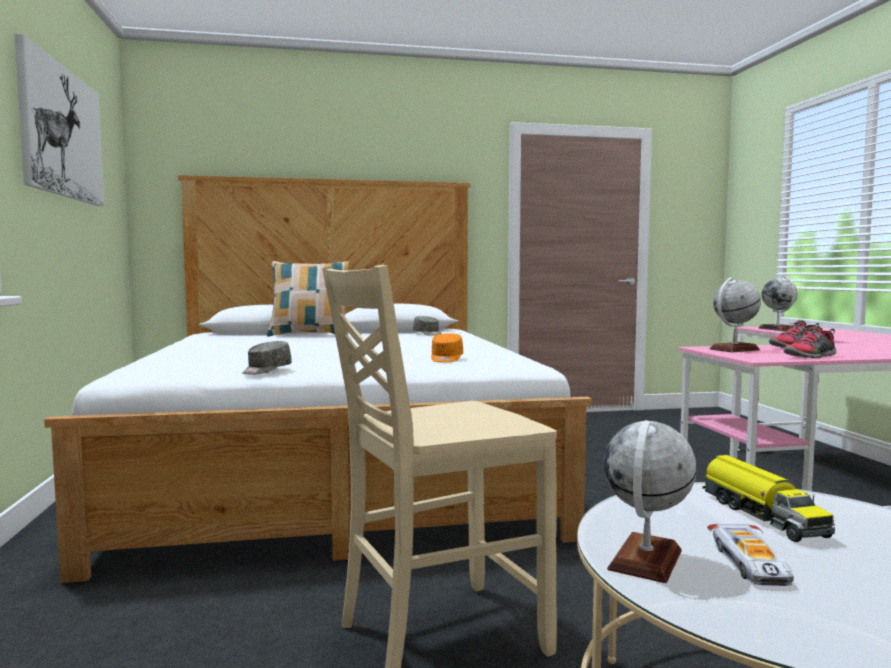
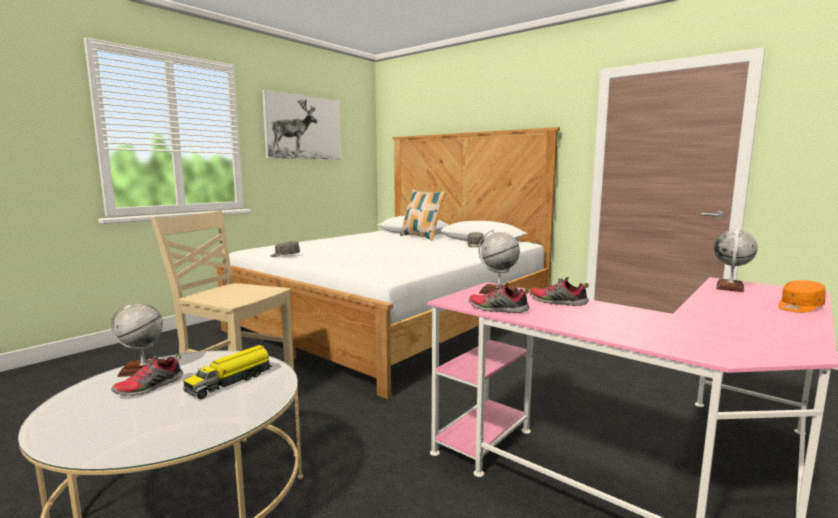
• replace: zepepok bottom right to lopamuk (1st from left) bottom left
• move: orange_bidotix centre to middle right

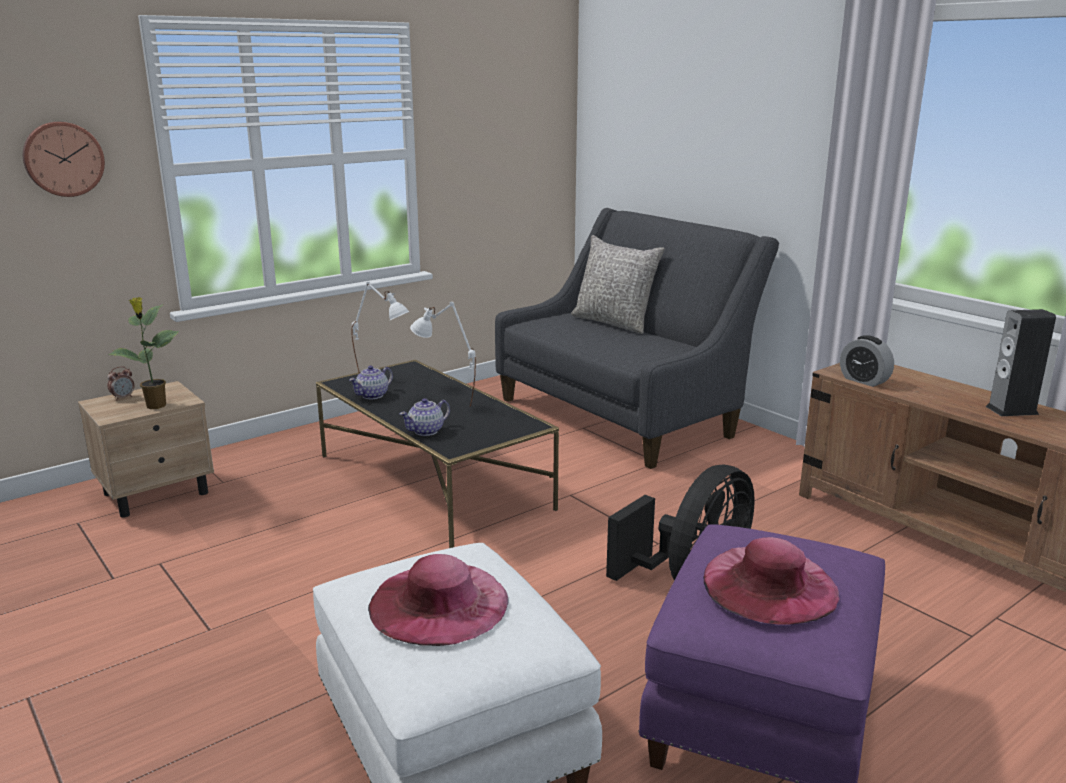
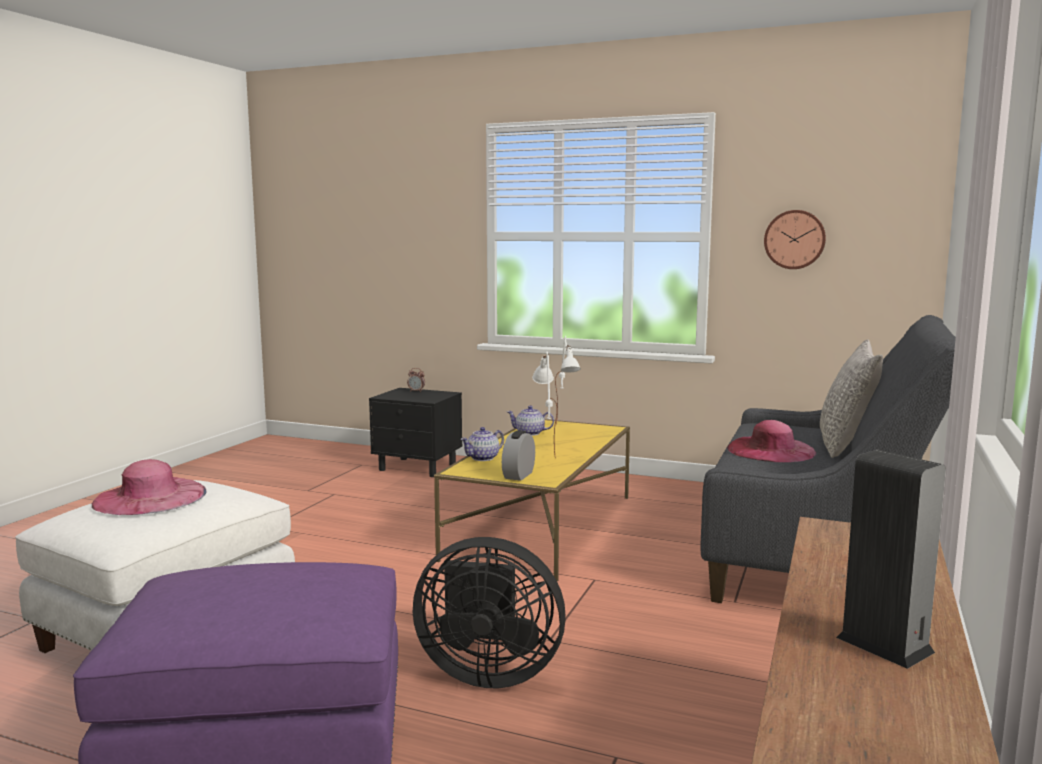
• recolor: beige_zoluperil middle left to black_zoluperil centre
• recolor: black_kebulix centre to yellow_kebulix centre
• rotate: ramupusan (2nd from left in the first image) centre = centre 60 degrees counterclockwise
• move: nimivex (2nd from left) middle right to centre
• move: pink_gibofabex (2nd from left) bottom right to middle right
• move: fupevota top left to top right
• delete: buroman middle left

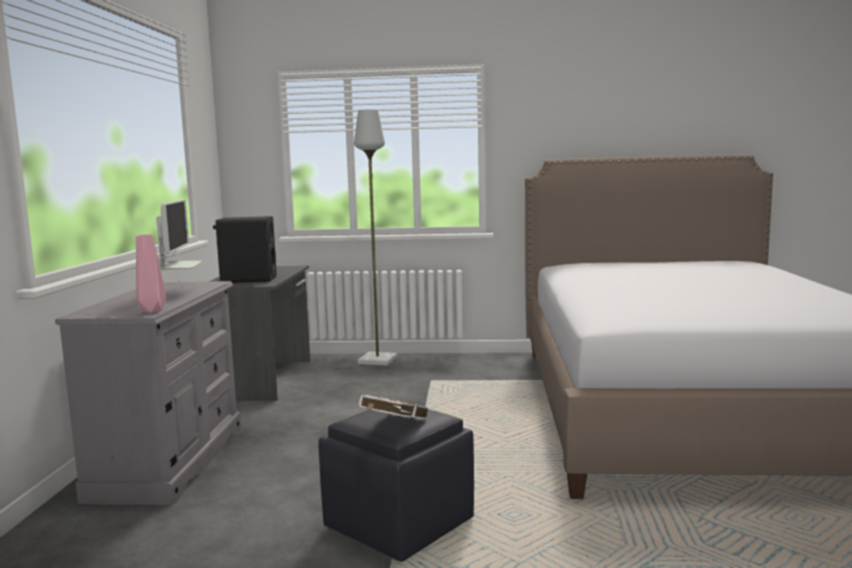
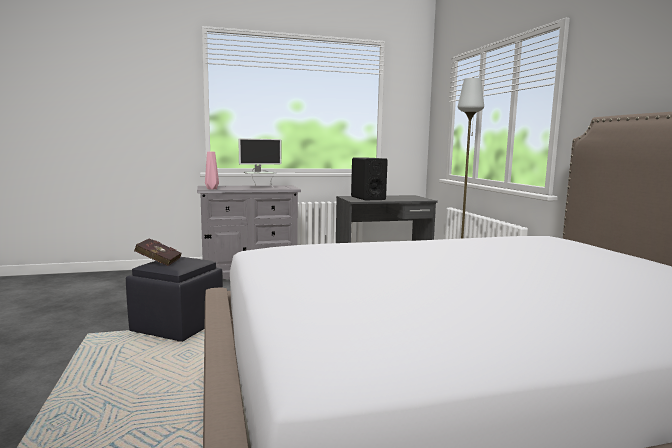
• recolor: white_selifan bottom centre to red_selifan middle left

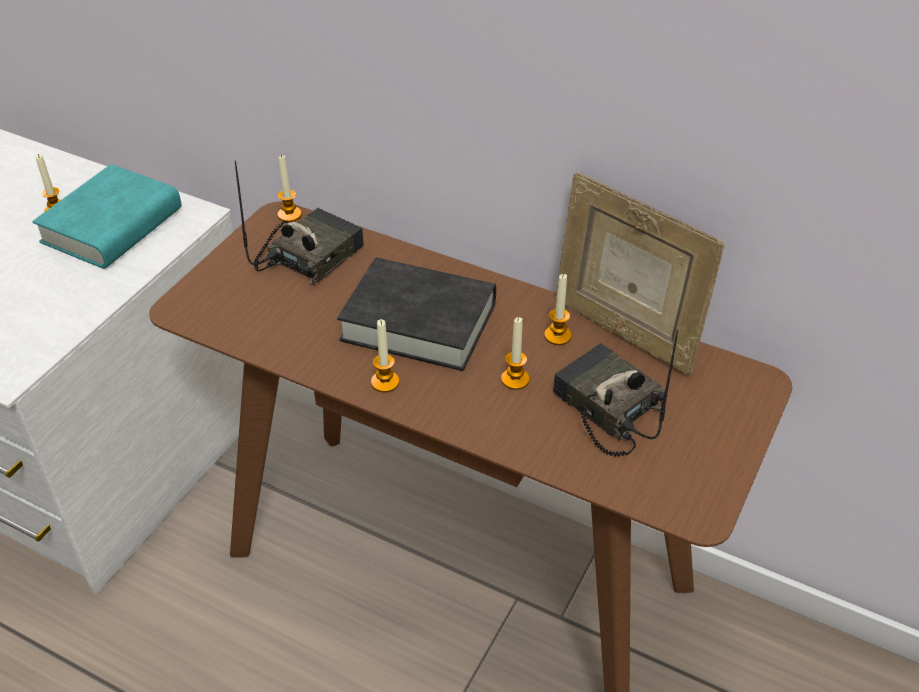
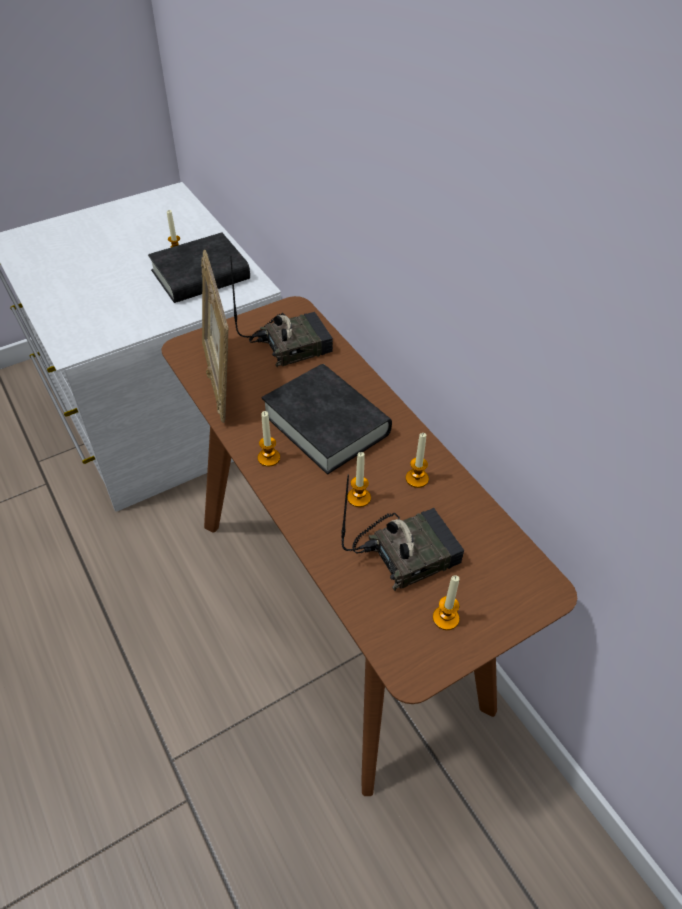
• recolor: turquoise_selifan top left to black_selifan (1st from left) top left
• move: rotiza middle right to middle left
• rotate: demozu (2nd from left) middle right = centre 75 degrees clockwise
• move: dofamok (2nd from left in the first image) top left to dofamok (5th from left) centre

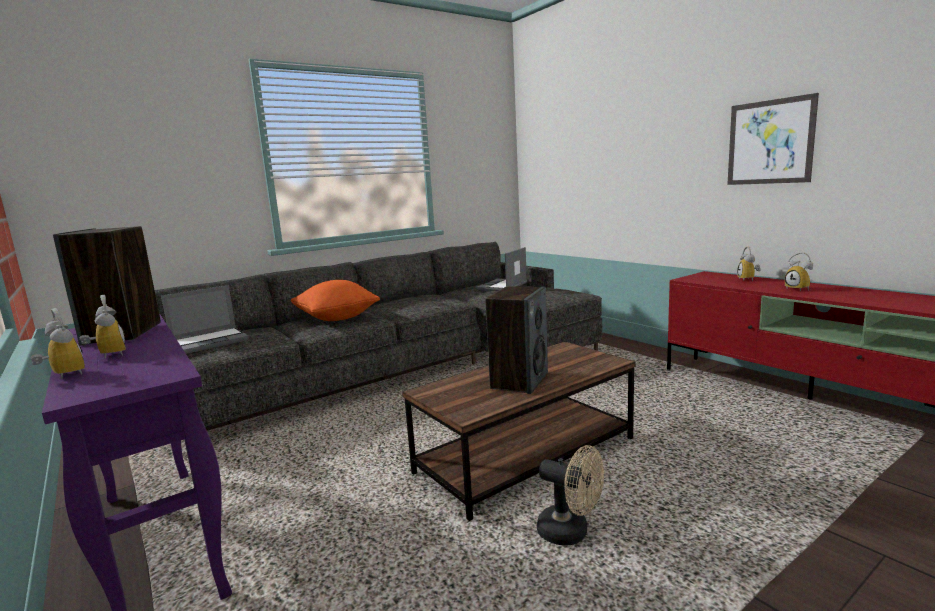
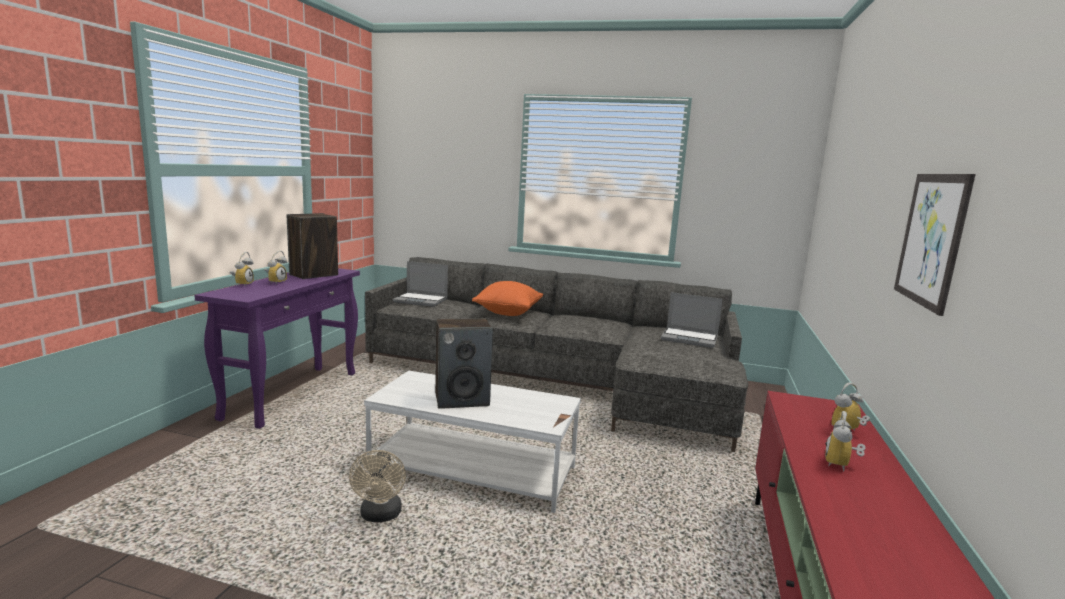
• recolor: brown_kebulix bottom centre to white_kebulix bottom centre
• rotate: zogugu (2nd from left) centre = centre 150 degrees counterclockwise

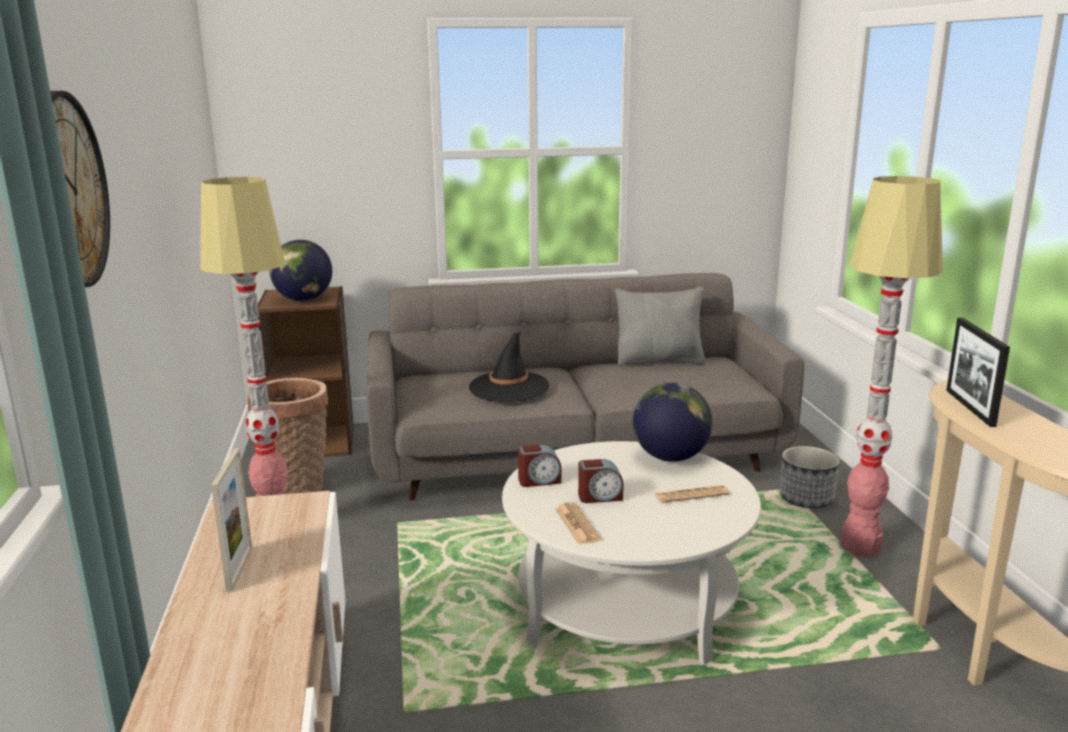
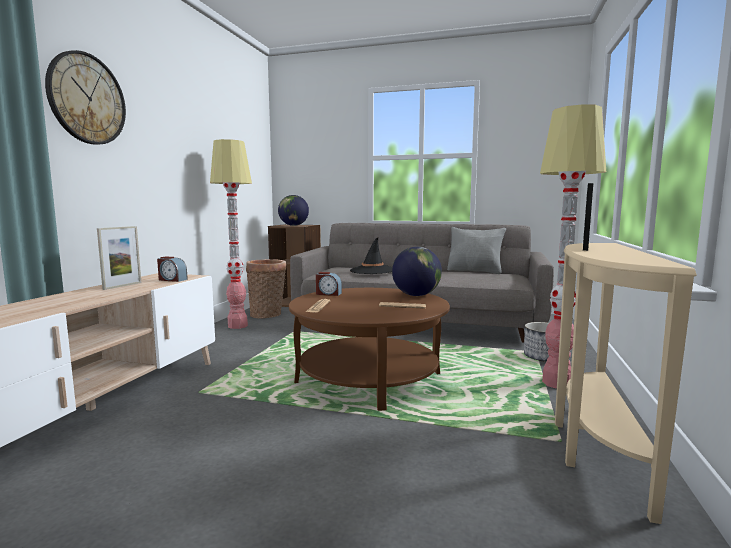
• move: nimivex (2nd from left in the first image) centre to nimivex (1st from left) middle left
• recolor: white_kebulix bottom centre to brown_kebulix centre

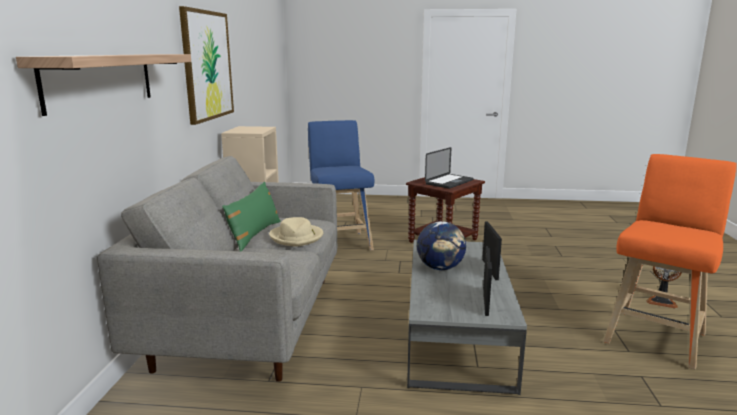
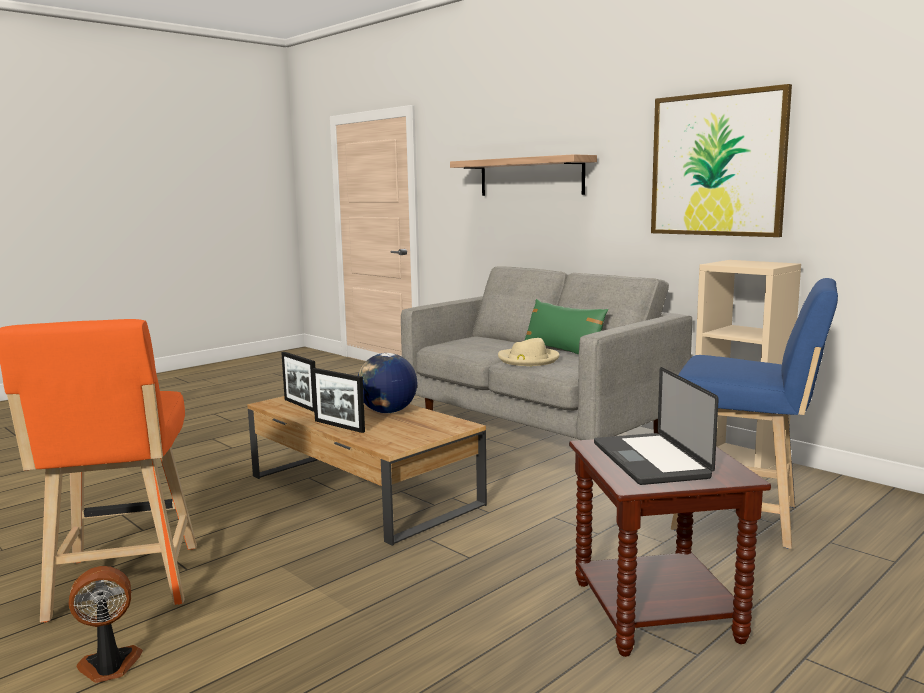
• recolor: grey_kebulix bottom centre to brown_kebulix bottom centre

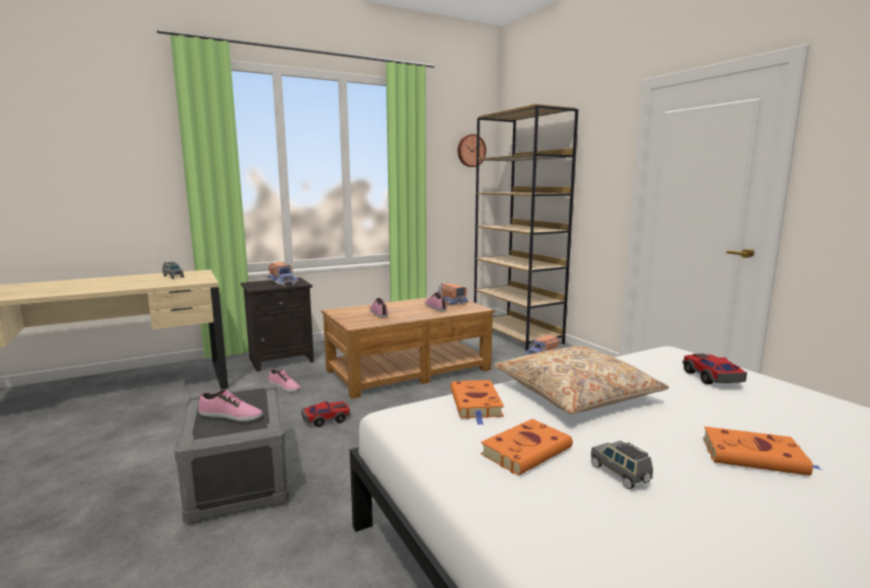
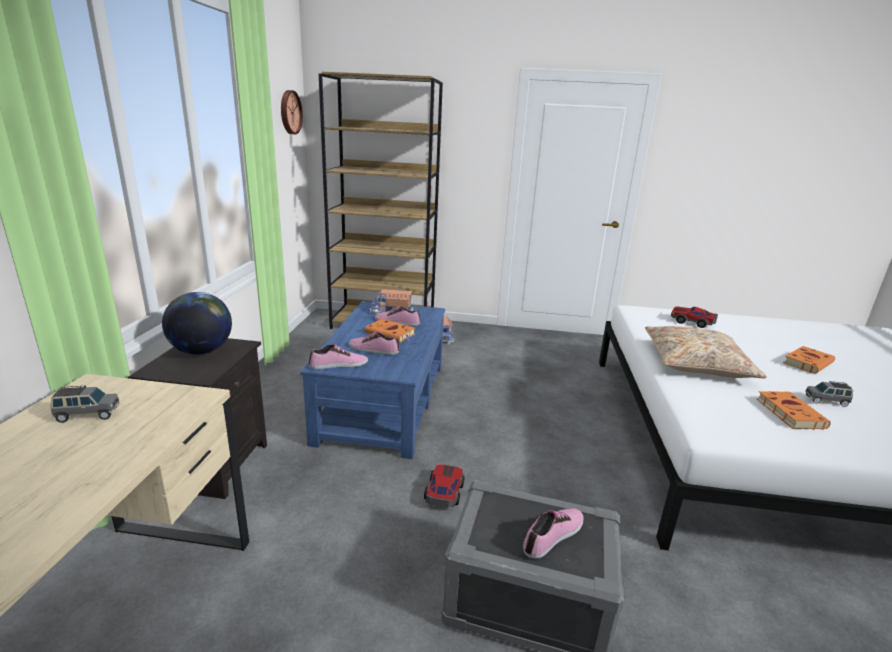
• replace: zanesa (1st from left) middle left to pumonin middle left
• recolor: brown_kebulix centre to blue_kebulix centre
• move: lopamuk (2nd from left in the first image) middle left to lopamuk (1st from left) centre
• move: orange_selifan (1st from left) bottom centre to centre

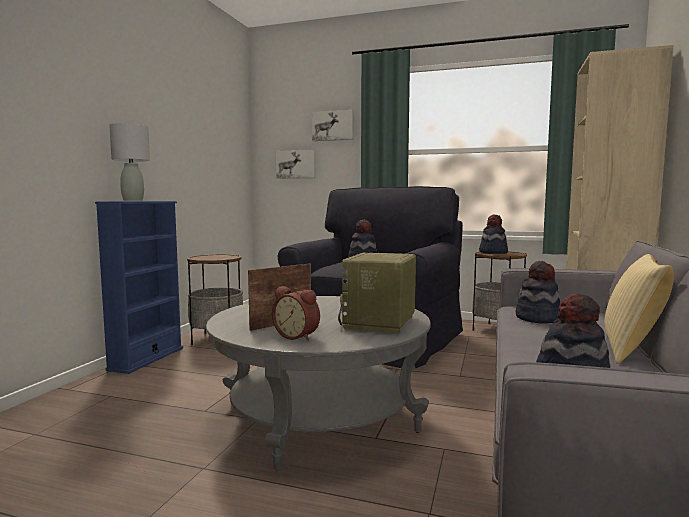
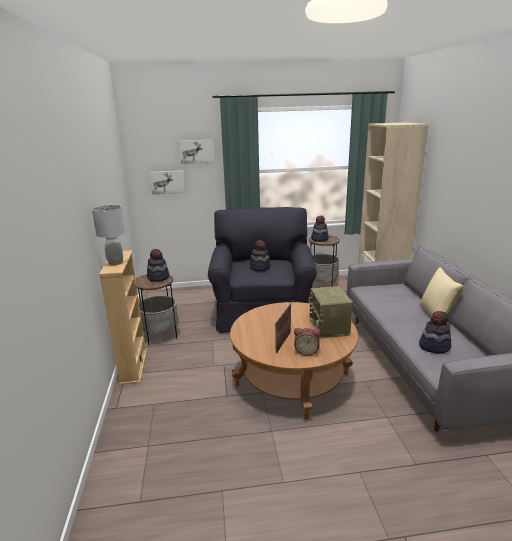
• recolor: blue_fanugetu middle left to beige_fanugetu (1st from left) middle left
• move: gibofabex (3rd from left in the first image) middle right to gibofabex (1st from left) middle left
• recolor: grey_kebulix bottom centre to brown_kebulix bottom centre

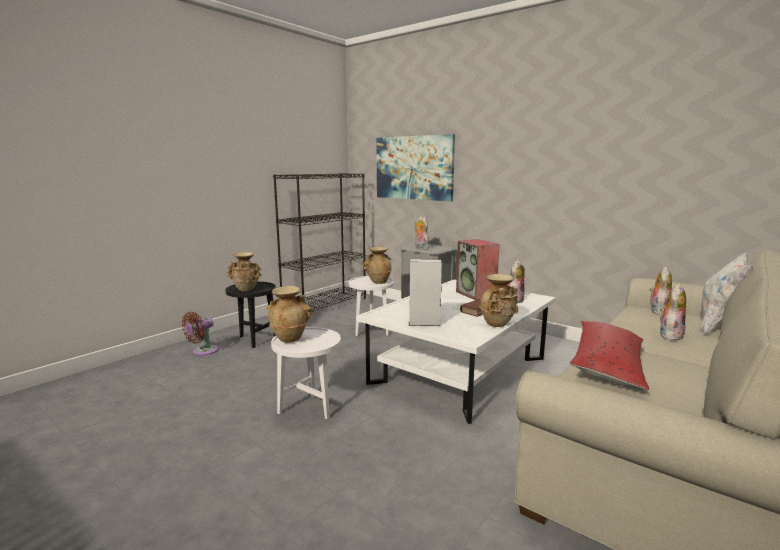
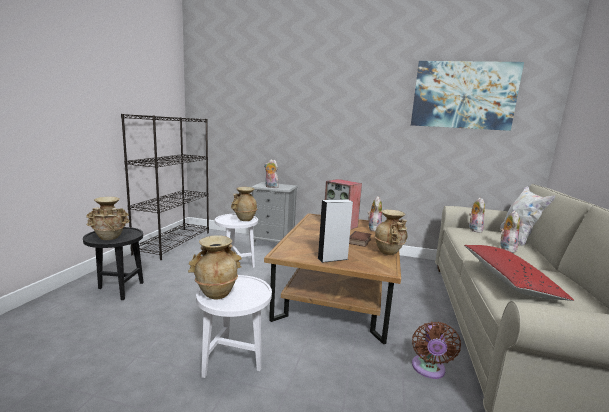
• recolor: white_kebulix centre to brown_kebulix bottom centre
• move: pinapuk top centre to top right
• move: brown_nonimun middle left to bottom right

